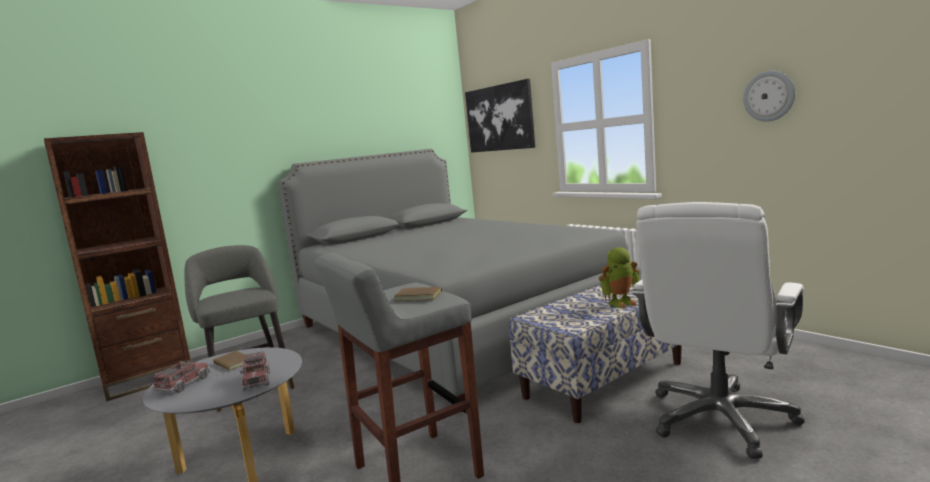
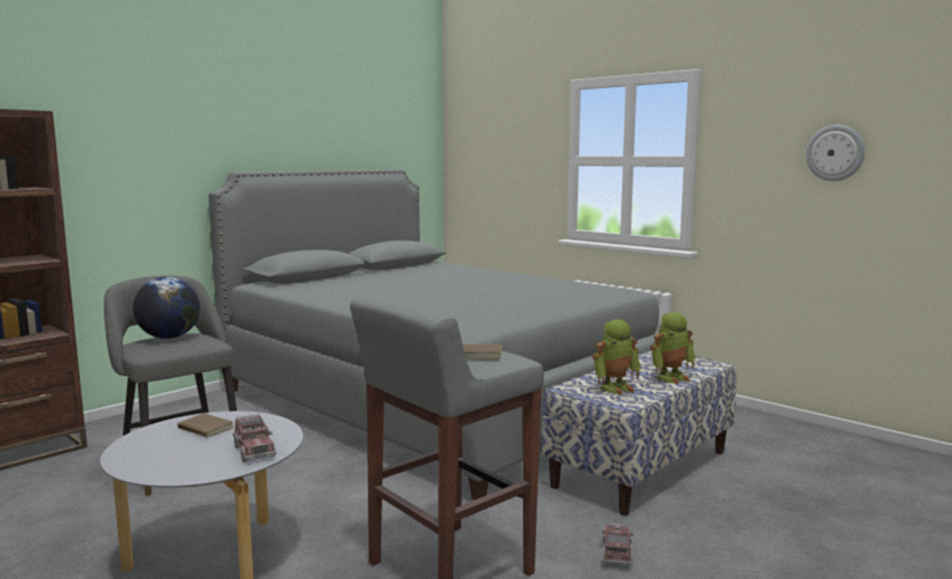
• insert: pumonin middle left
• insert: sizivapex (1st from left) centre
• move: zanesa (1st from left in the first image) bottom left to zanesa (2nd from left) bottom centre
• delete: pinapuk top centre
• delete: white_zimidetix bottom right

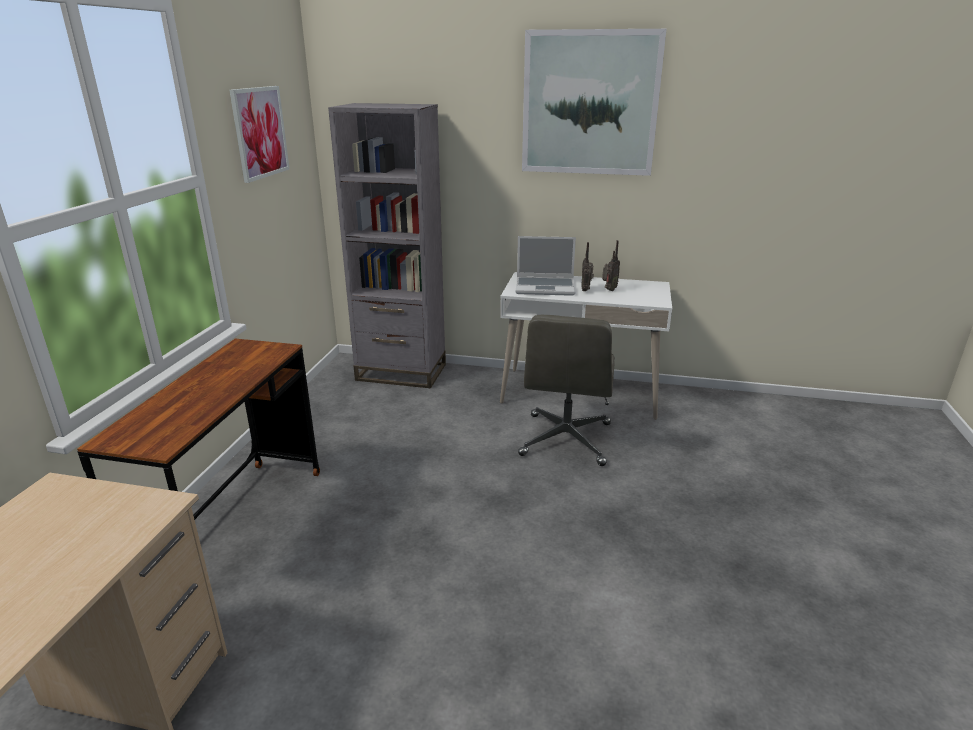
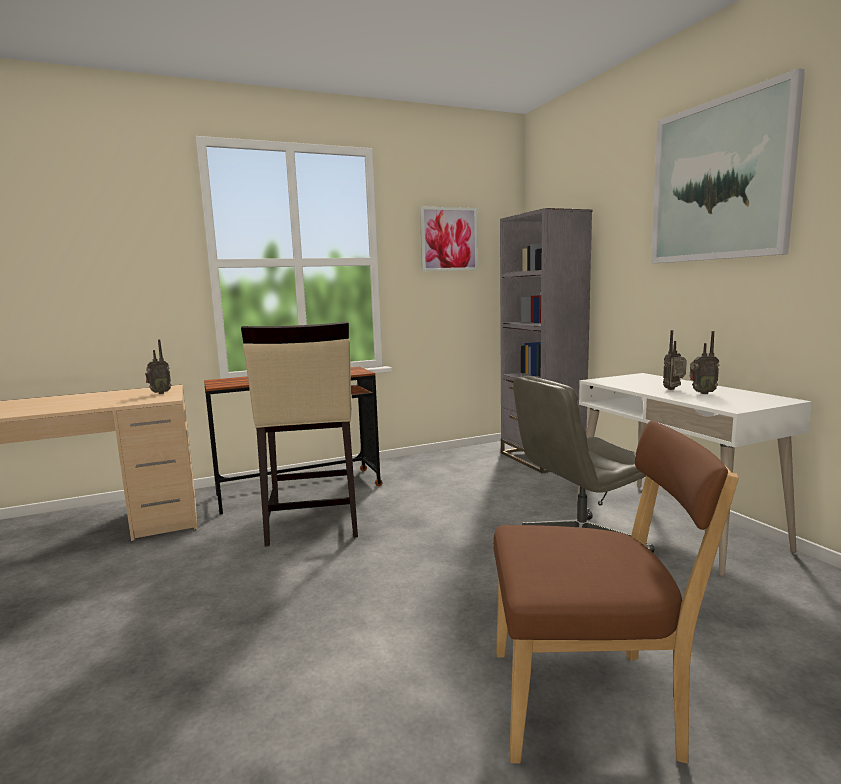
• insert: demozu (1st from left) middle left
• insert: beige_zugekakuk centre
• insert: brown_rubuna bottom right
• delete: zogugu centre

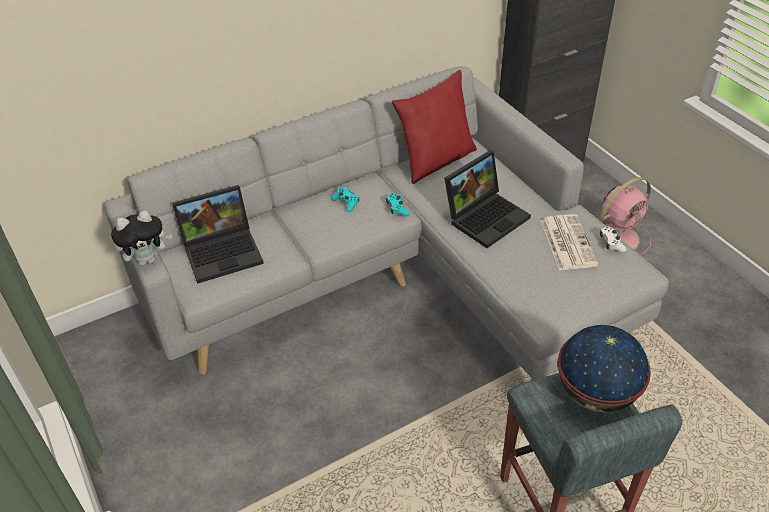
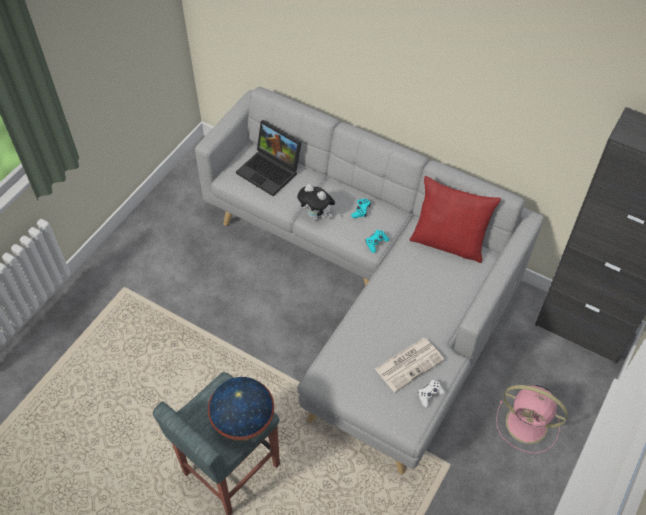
• move: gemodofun middle left to centre
• delete: zogugu (2nd from left) centre

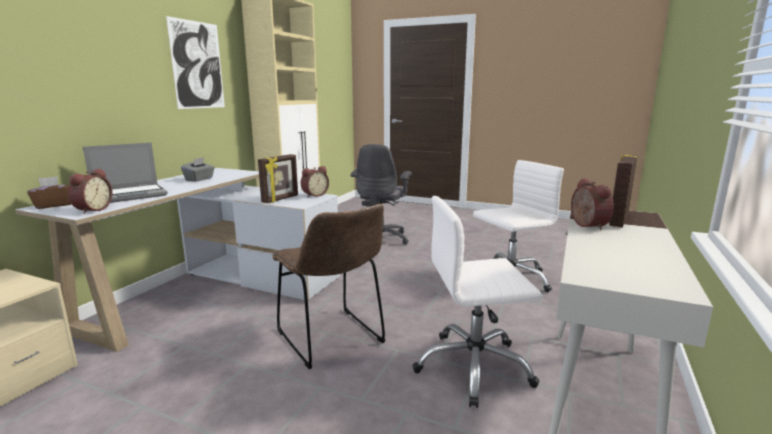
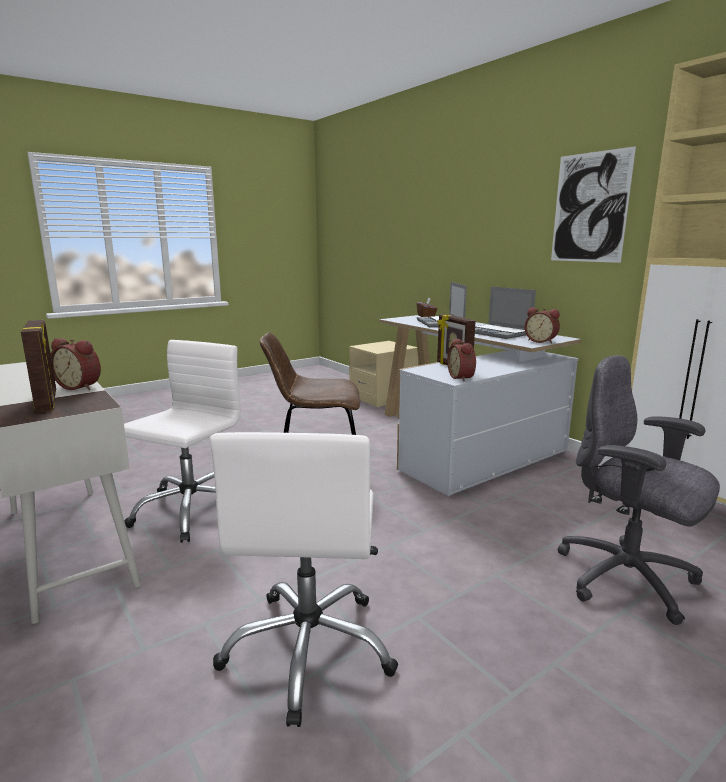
• replace: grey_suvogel middle left to zogugu (2nd from left) middle right
• move: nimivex (1st from left in the first image) middle left to nimivex (3rd from left) middle right

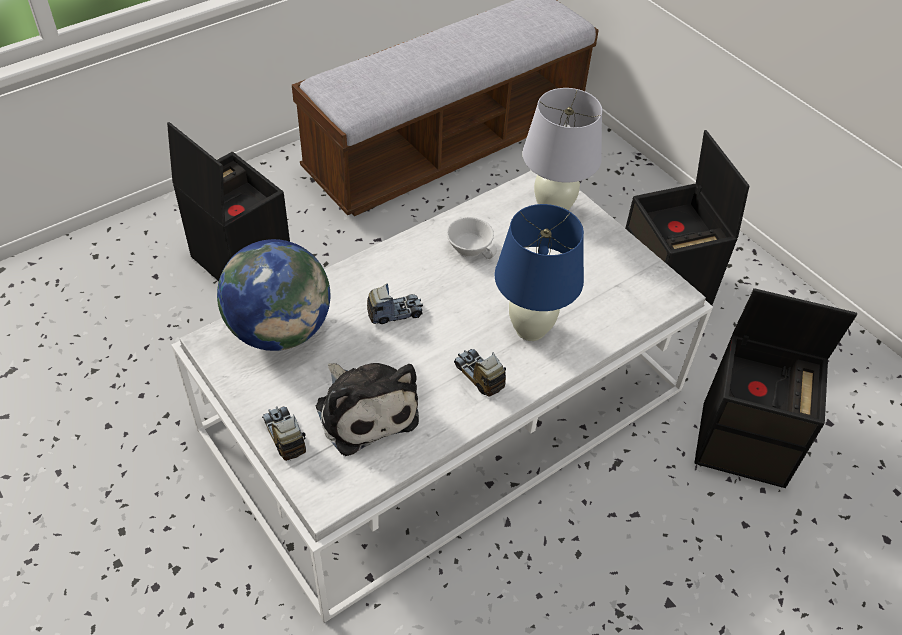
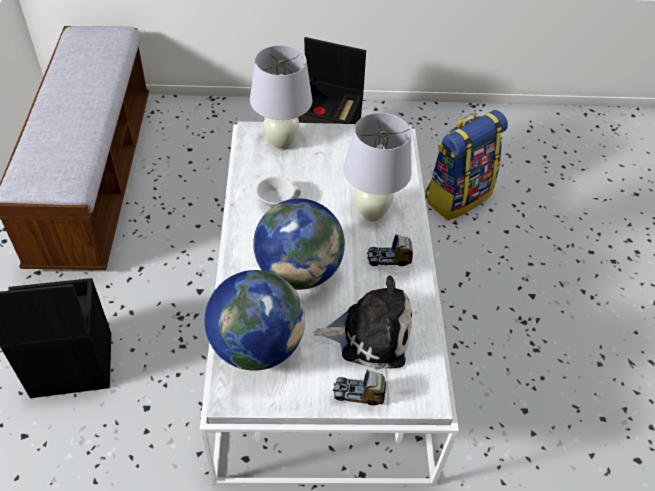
• replace: zanesa (2nd from left) centre to pumonin (2nd from left) centre
• recolor: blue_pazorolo centre to white_pazorolo (2nd from left) centre
• replace: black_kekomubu (3rd from left) middle right to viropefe middle right

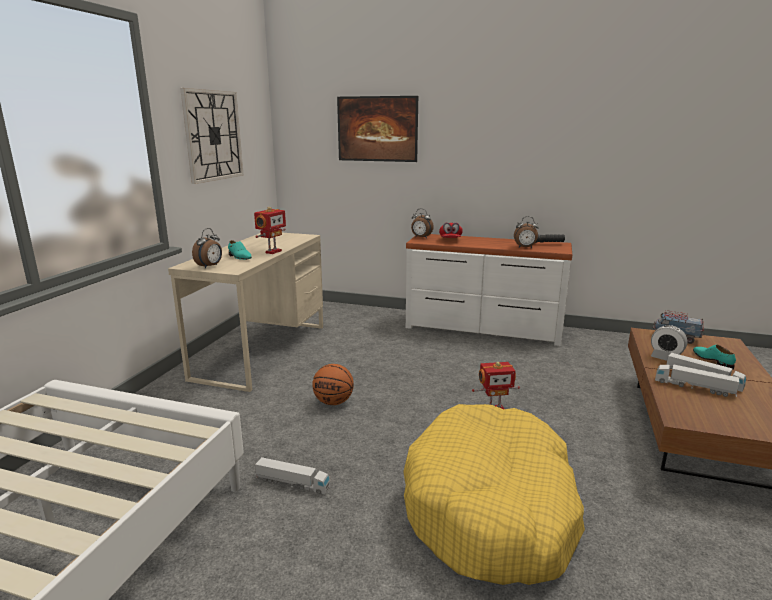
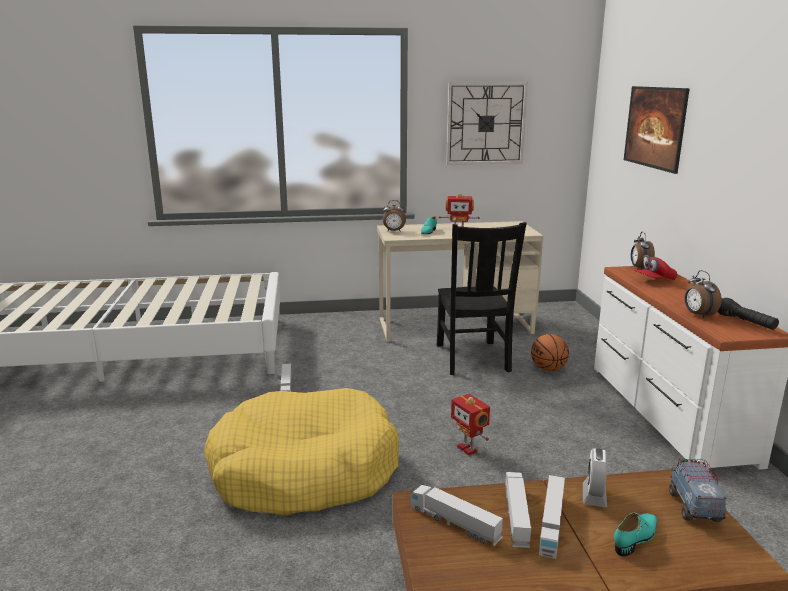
• insert: zanesa (2nd from left) bottom centre
• insert: black_rubuna centre
• move: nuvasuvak centre to middle right

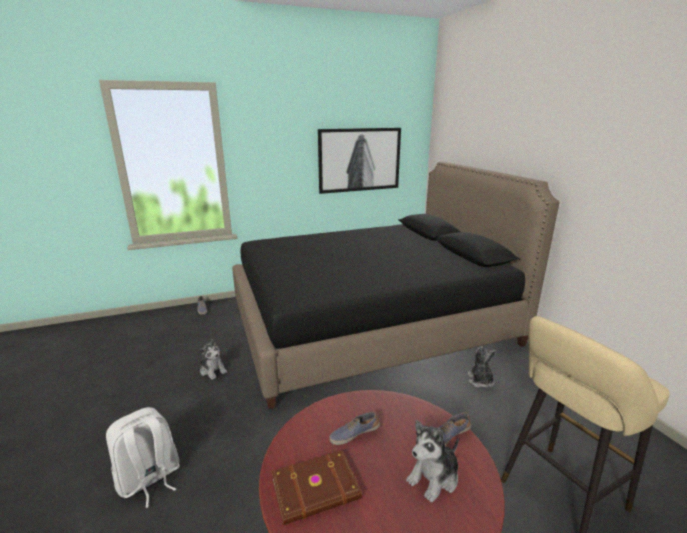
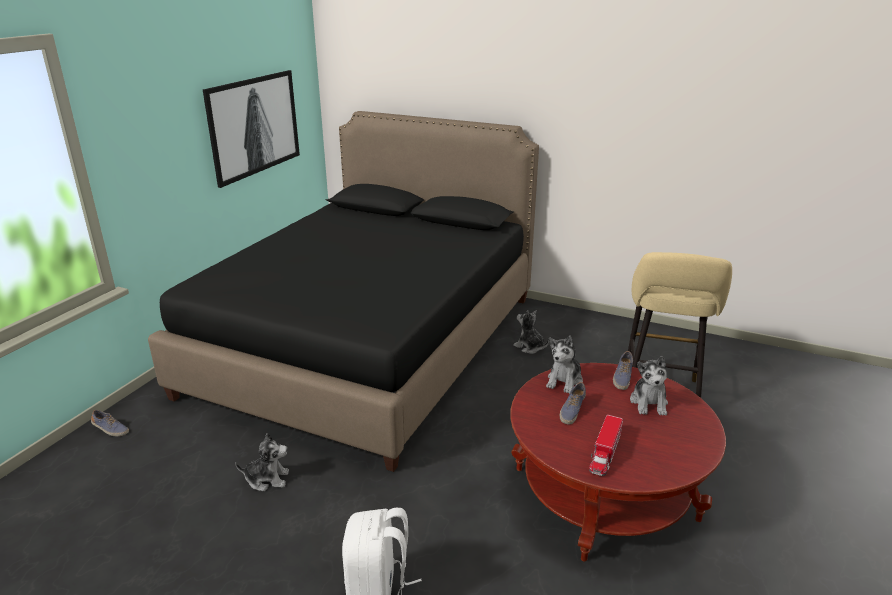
• insert: gemodofun (3rd from left) centre
• replace: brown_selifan bottom centre to zanesa bottom right

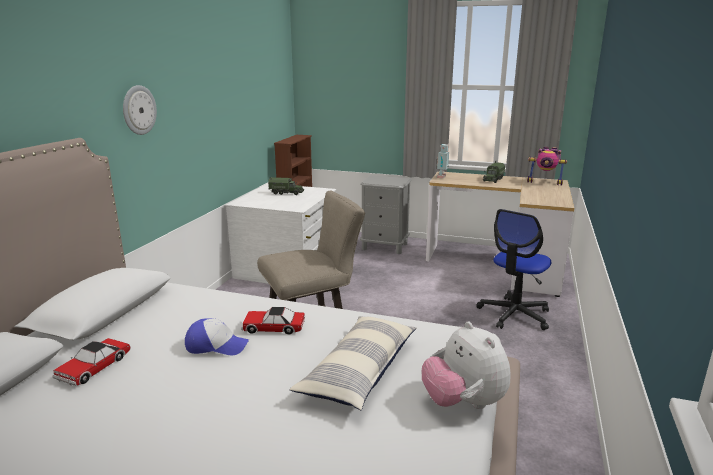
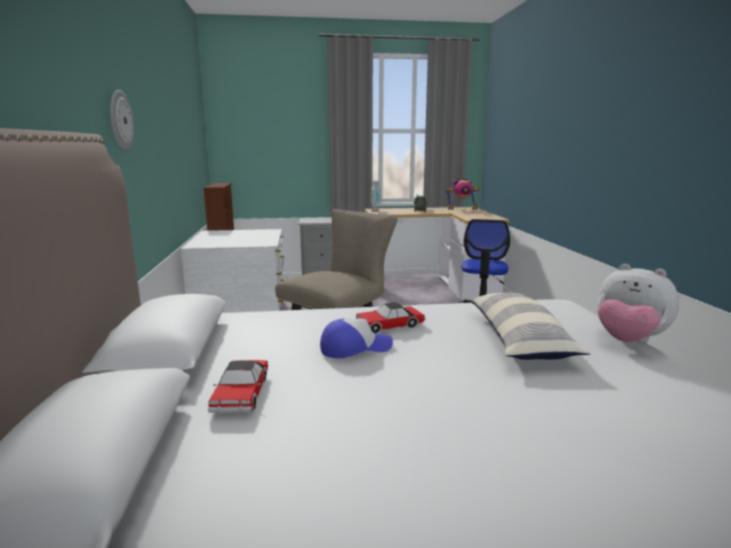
• delete: zanesa (1st from left) centre

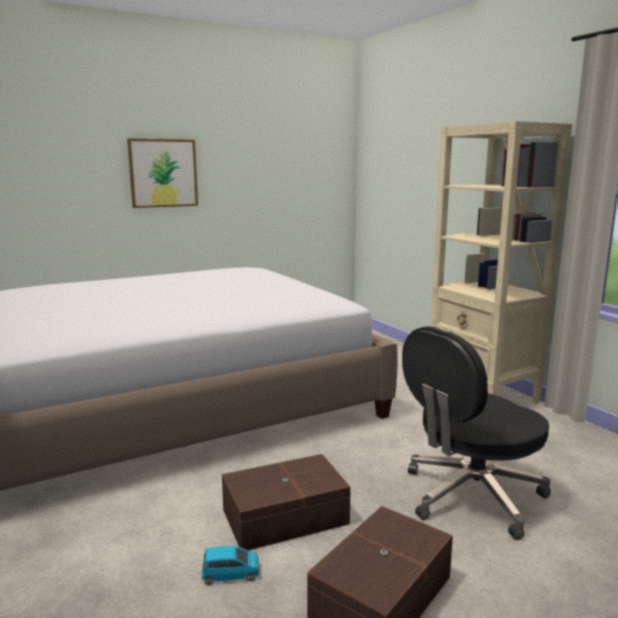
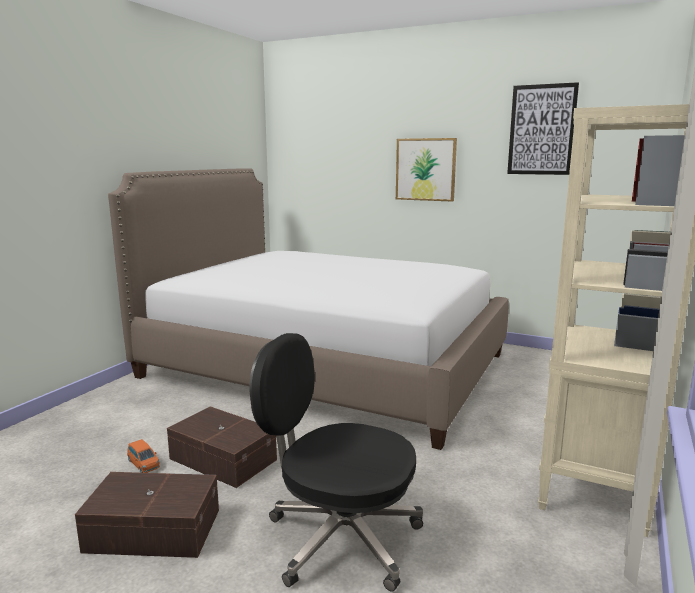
• recolor: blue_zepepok bottom centre to orange_zepepok bottom left
• insert: pinapuk (2nd from left) top right

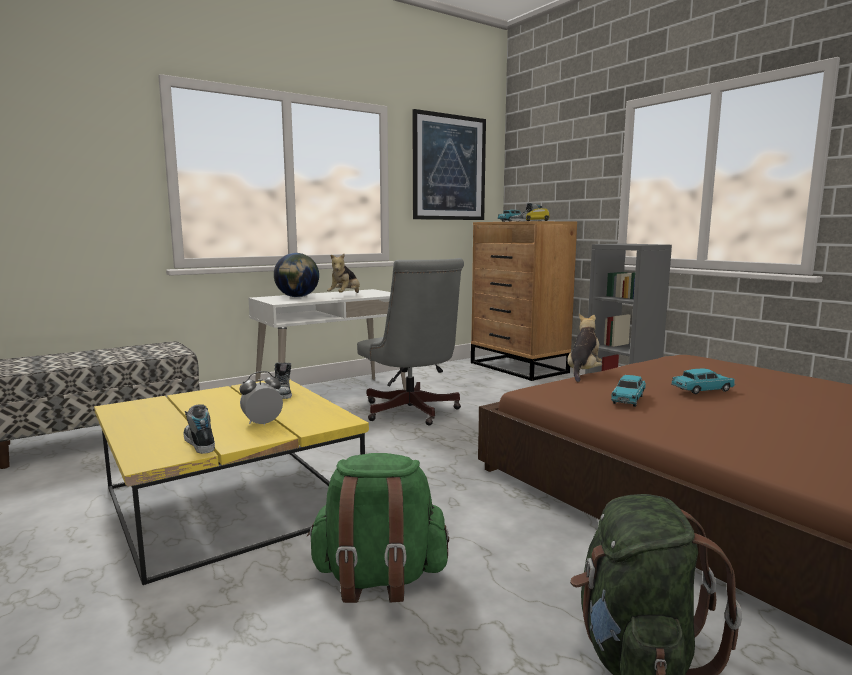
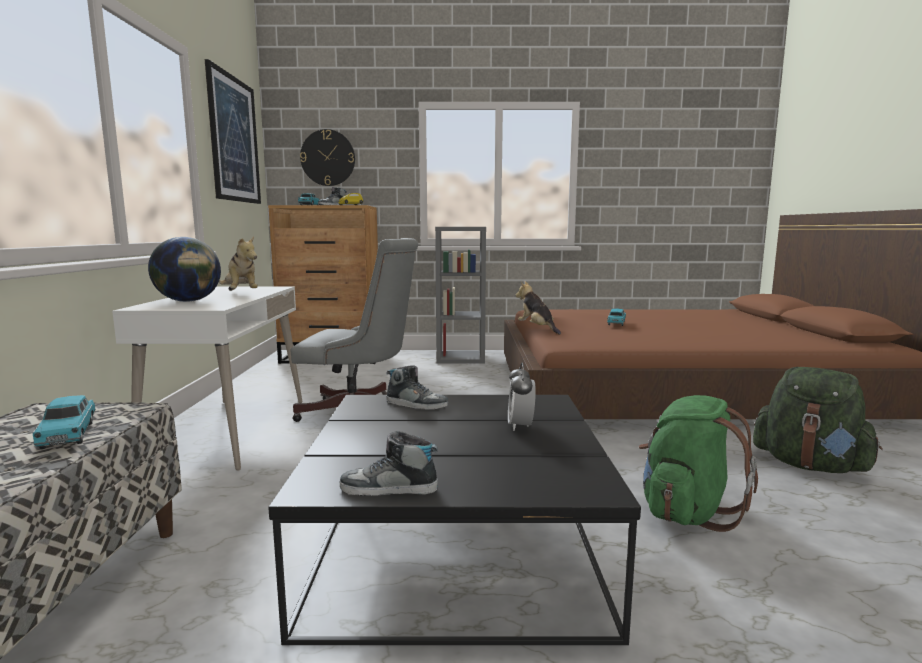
• move: turquoise_zepepok (2nd from left in the first image) middle right to turquoise_zepepok (1st from left) middle left
• recolor: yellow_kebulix bottom left to black_kebulix bottom centre
• insert: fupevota top centre
• move: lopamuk (1st from left in the first image) middle left to lopamuk (2nd from left) bottom centre

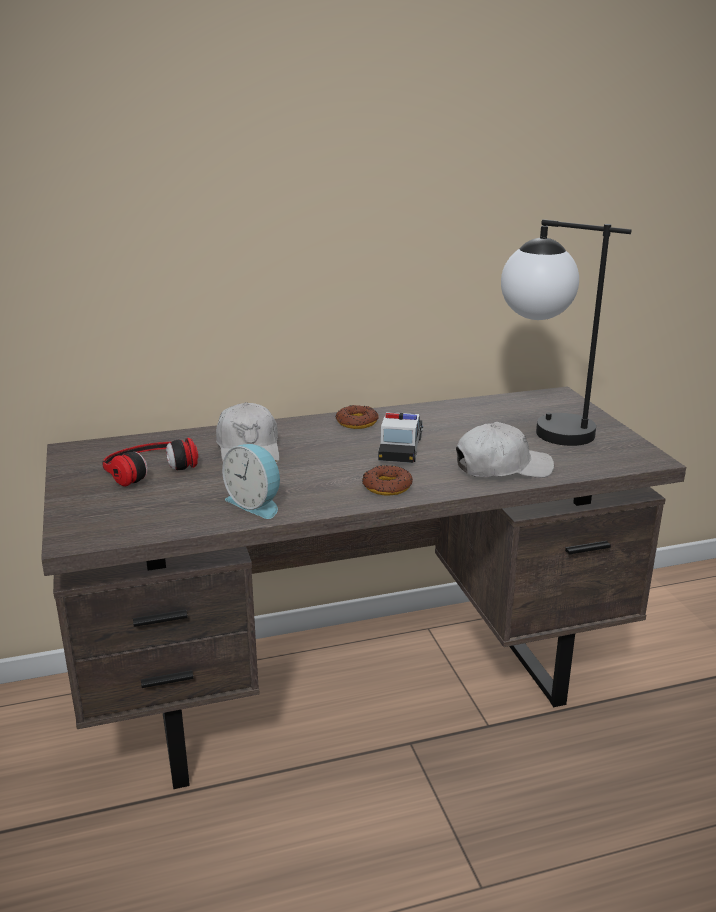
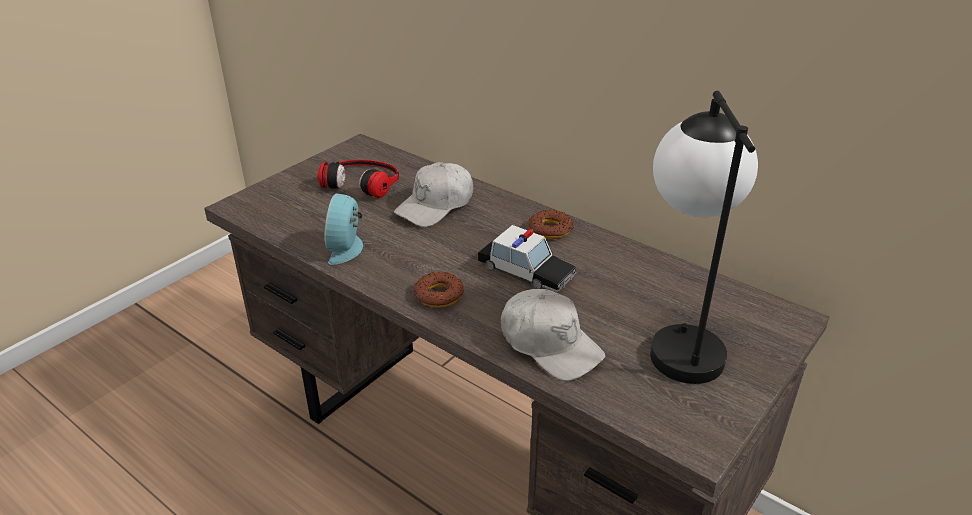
• rotate: zepepok centre = centre 60 degrees clockwise

